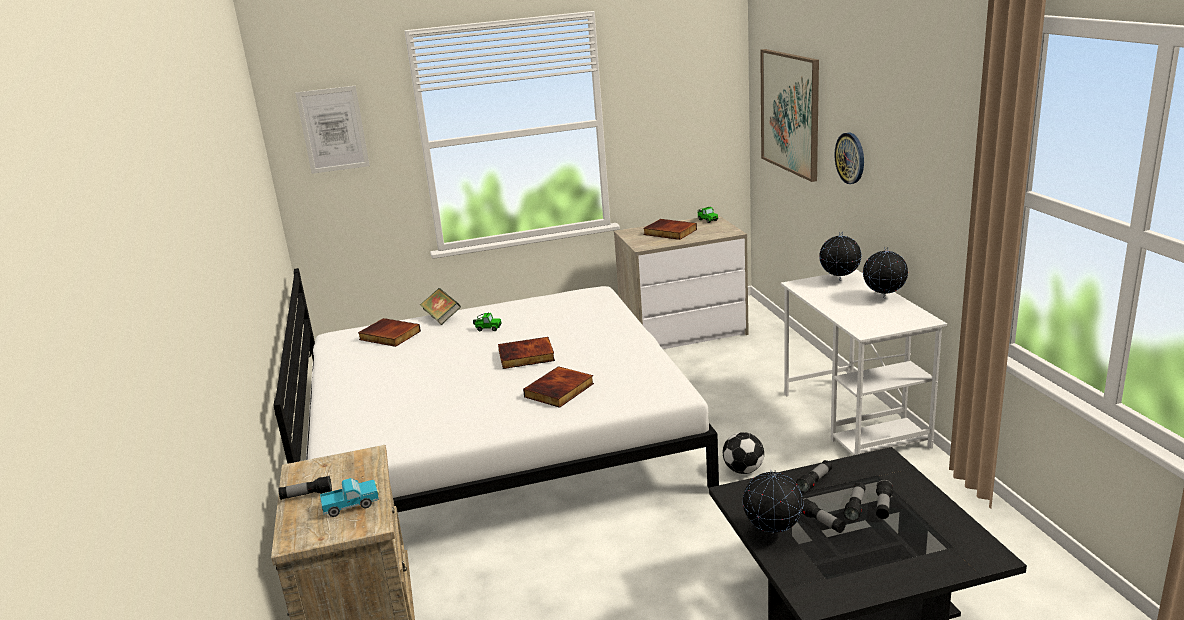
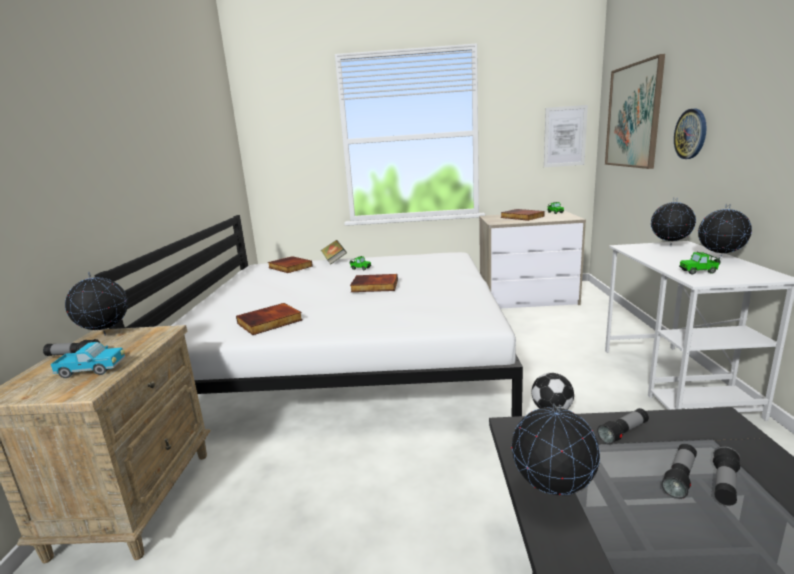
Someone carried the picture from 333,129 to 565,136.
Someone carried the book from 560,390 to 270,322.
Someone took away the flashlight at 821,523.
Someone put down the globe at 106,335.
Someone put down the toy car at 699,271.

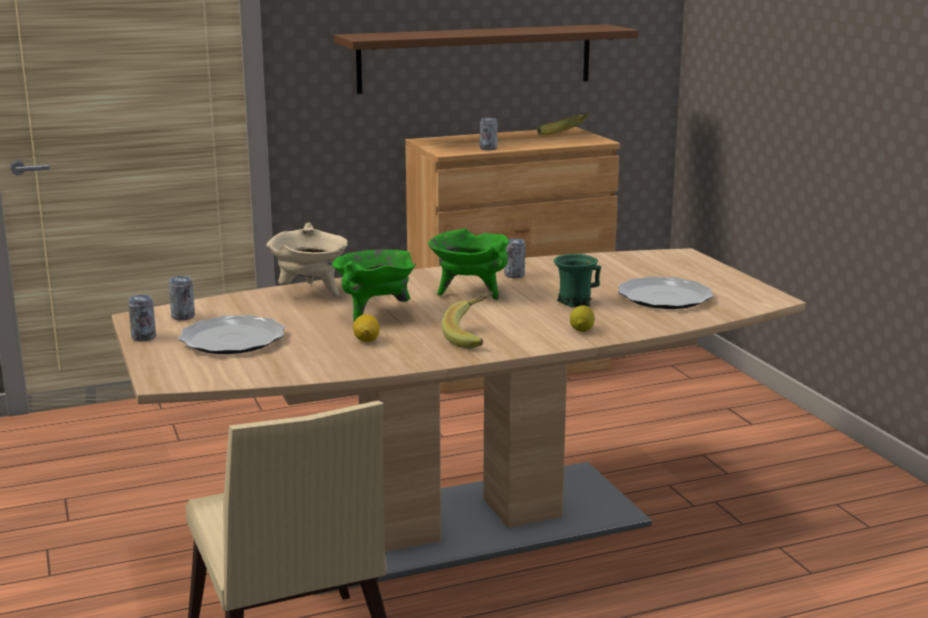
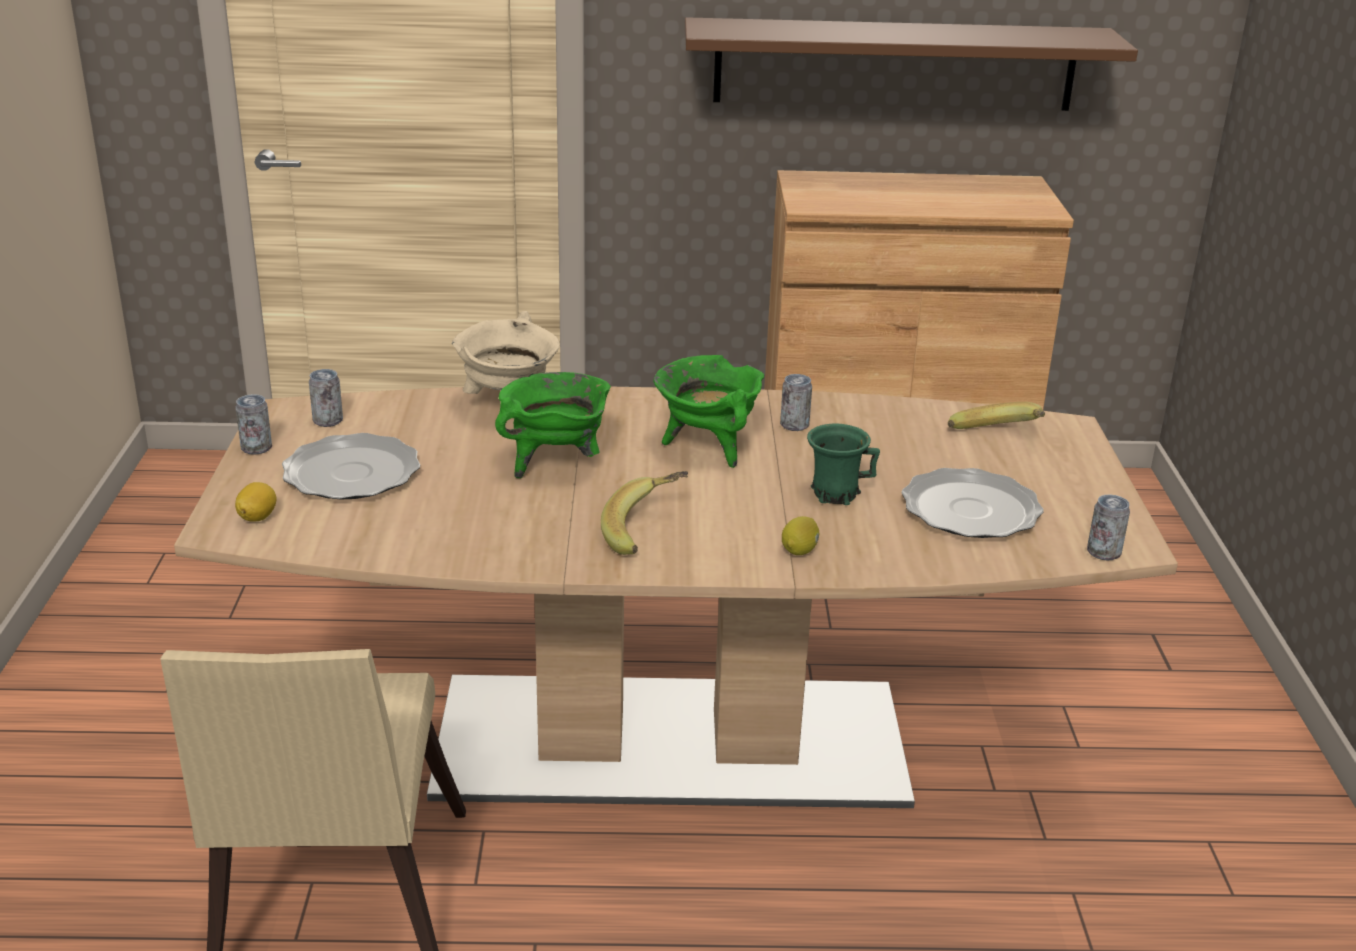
Someone carried the lemon from 366,340 to 257,517.
Someone carried the can from 488,148 to 1103,552.
Someone carried the banana from 564,136 to 998,438.

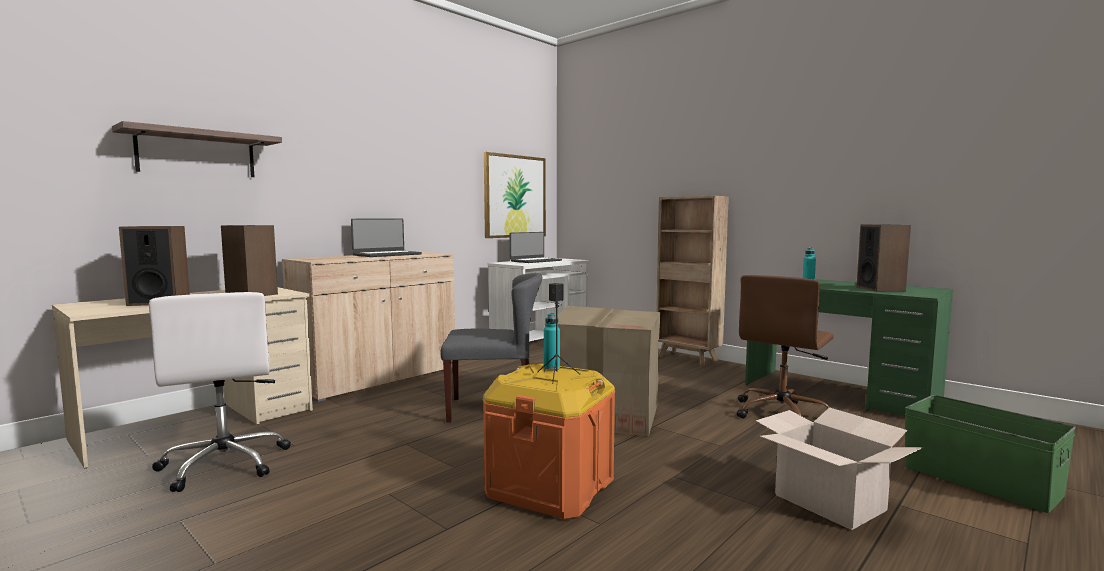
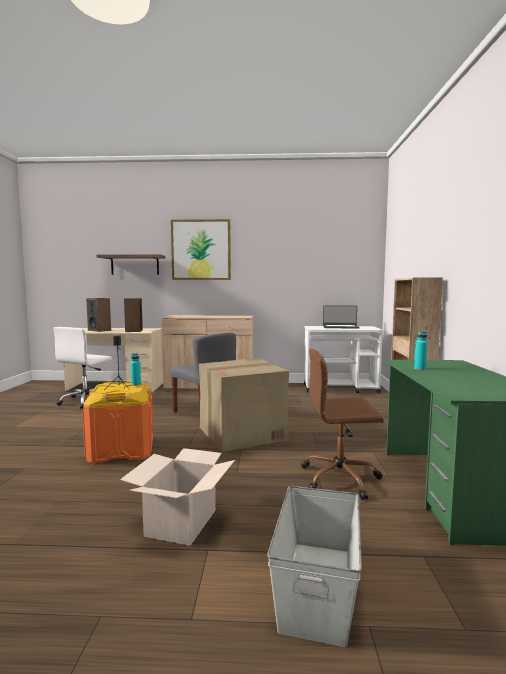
Someone took away the laptop at 387,254.
Someone carried the picture from 515,196 to 201,250.
Someone took away the speaker at 880,289.
Someone repainted the storage box (green) at 979,479, which became the storage box (grey) at 318,586.

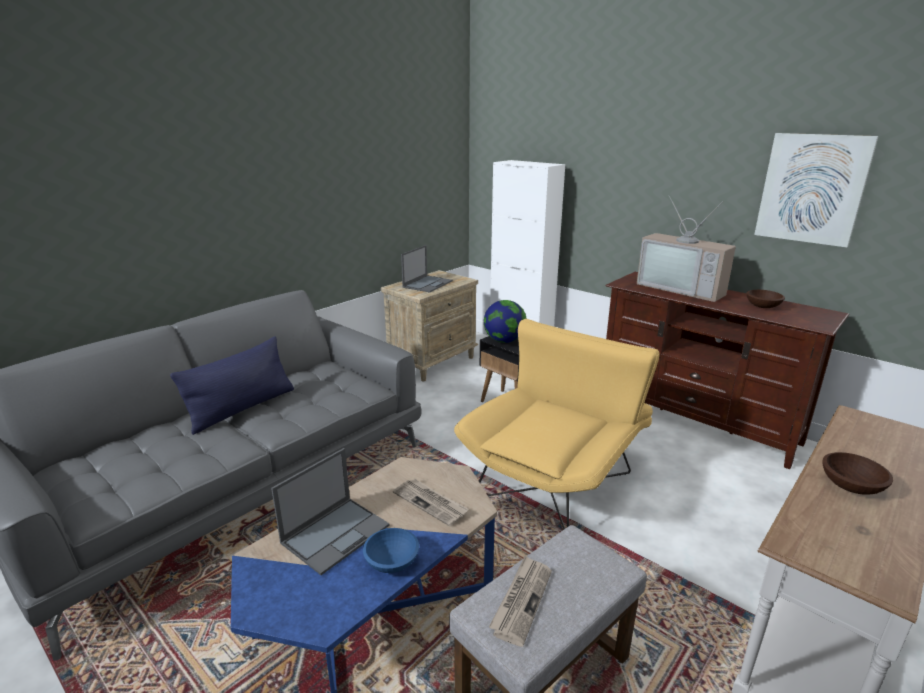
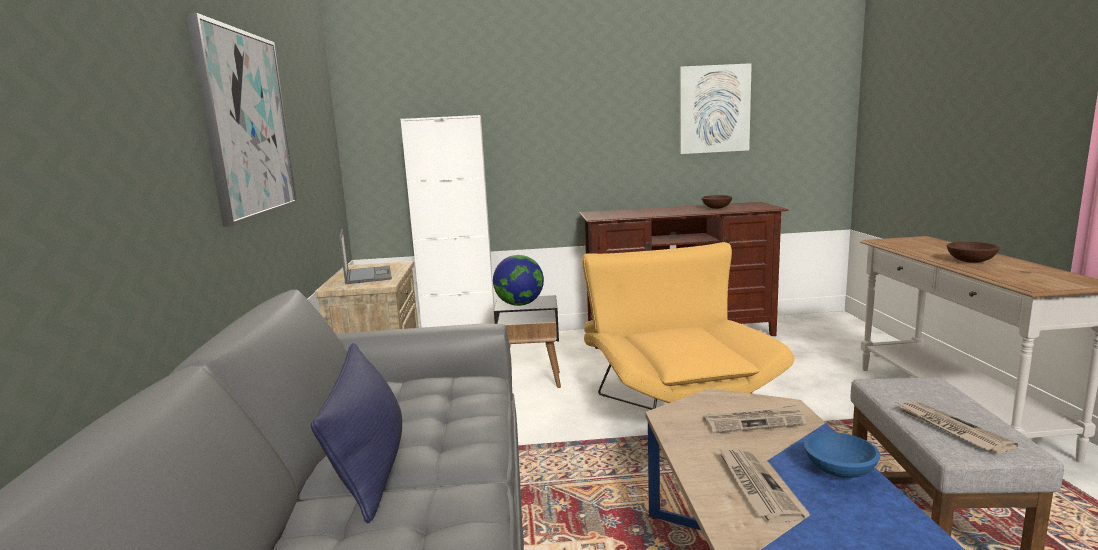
Someone swapped the laptop at 336,533 for the newspaper at 754,486.
Someone took away the television at 683,288.
Someone put up the picture at 247,124.

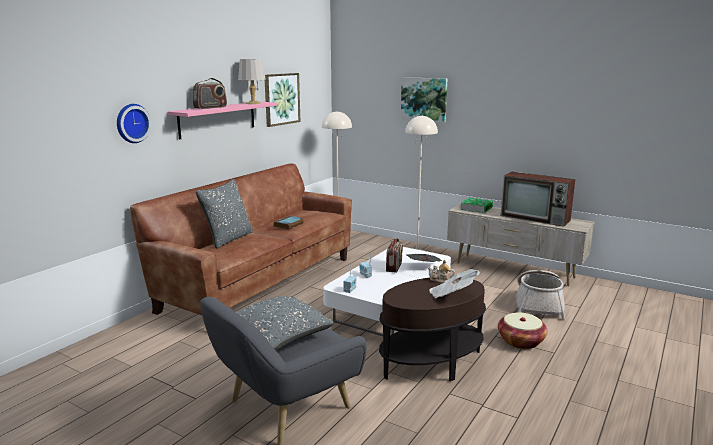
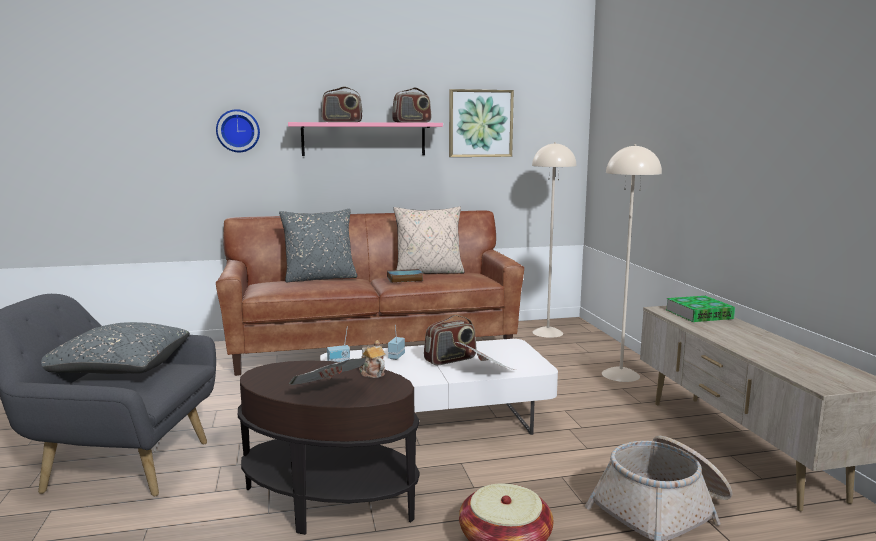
Someone swapped the table lamp (grey) at 253,103 for the radio at 412,122.
Someone took away the picture at 424,99.
Someone took away the television at 536,218.
Someone put down the pillow (beige) at 429,272.

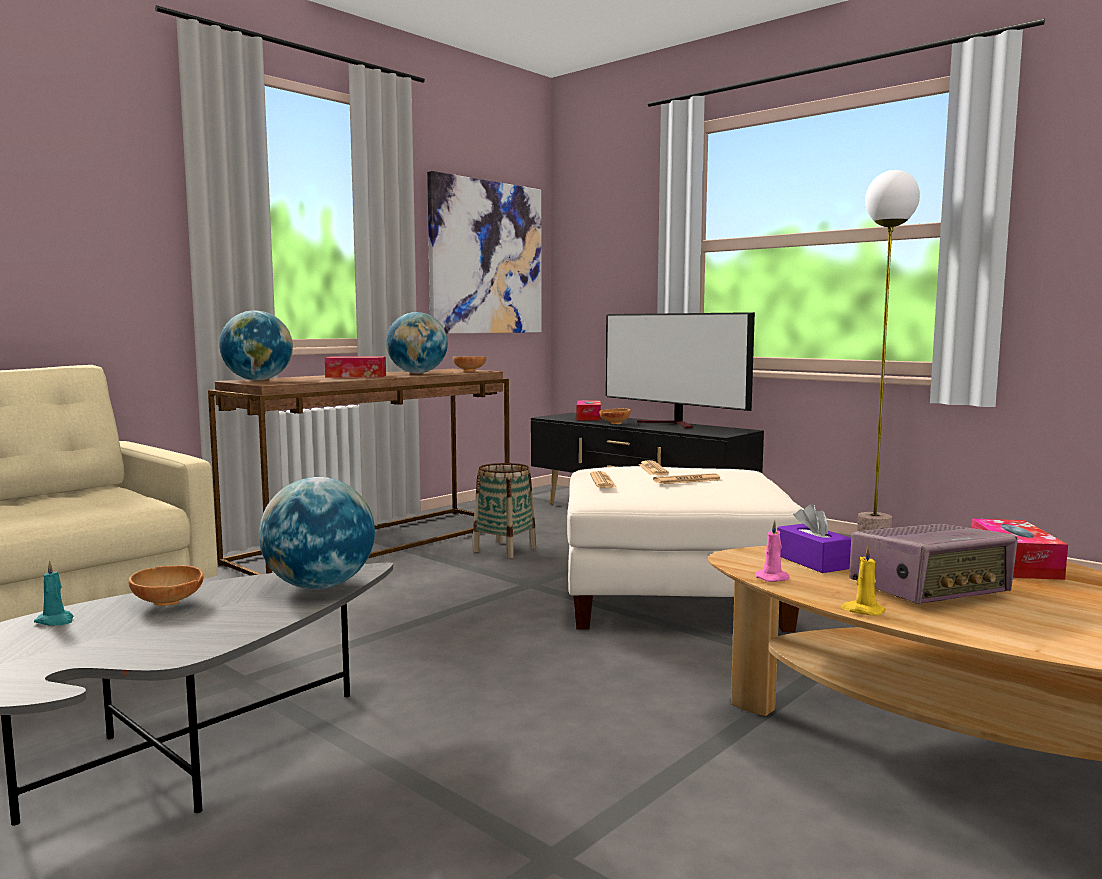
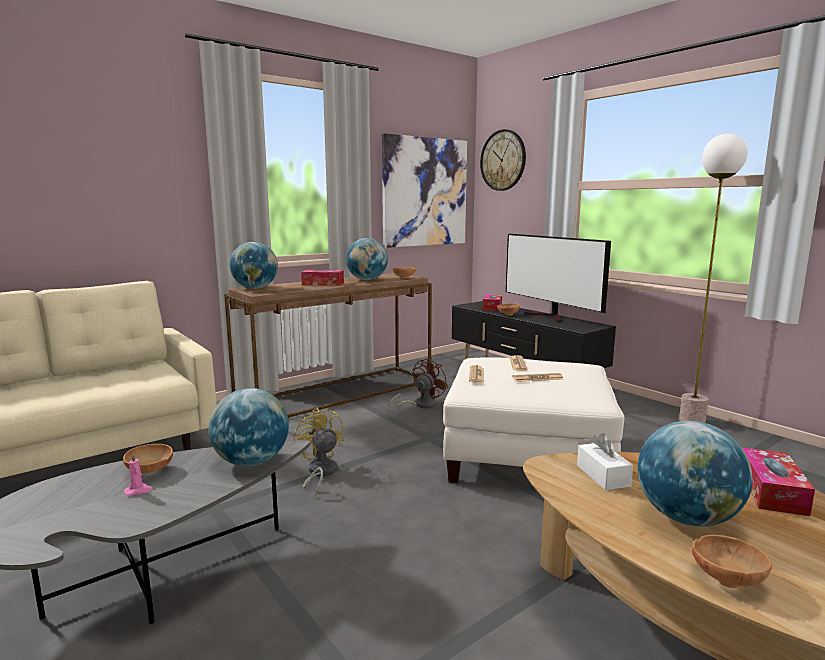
Someone took away the candle (turquoise) at 55,621.
Someone swapped the basket at 504,549 for the fan (brown) at 420,405.
Someone carried the candle (pink) from 773,578 to 139,491.
Someone repainted the tissue box (purple) at 812,562, which became the tissue box (white) at 602,475.
Someone took away the candle (yellow) at 862,610.
Someone swapped the radio at 929,589 for the globe at 687,518.
Someone put down the fan (yellow) at 320,473.
Someone put up the wall clock at 503,160.
Someone put down the bowl (brown) at 726,578.

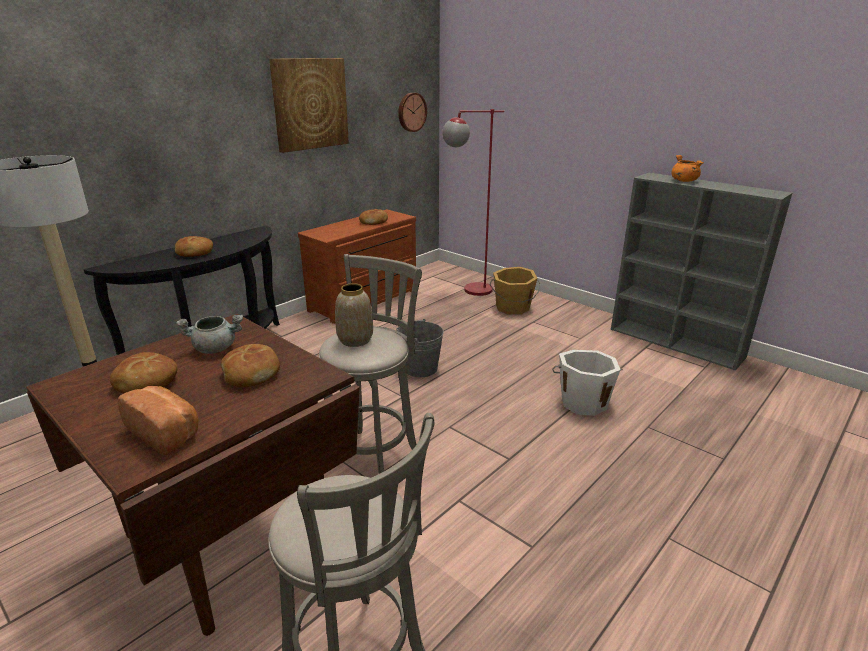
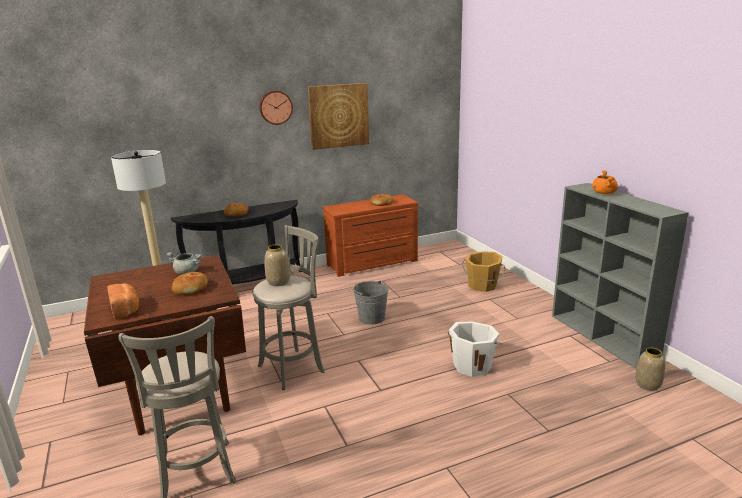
Someone took away the bread at 146,383.
Someone carried the wall clock from 411,112 to 275,107.
Someone took away the floor lamp (red) at 468,290.
Someone put down the vase at 647,385.

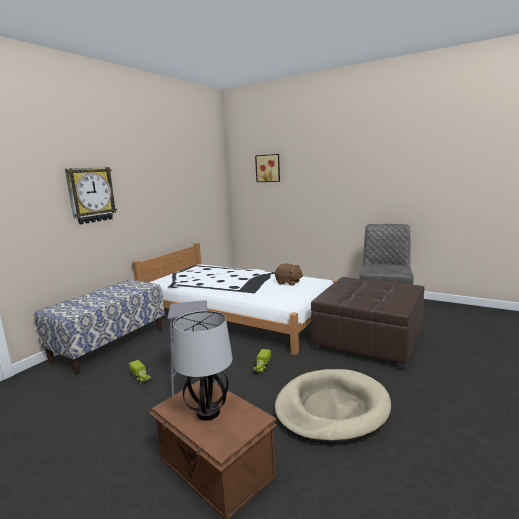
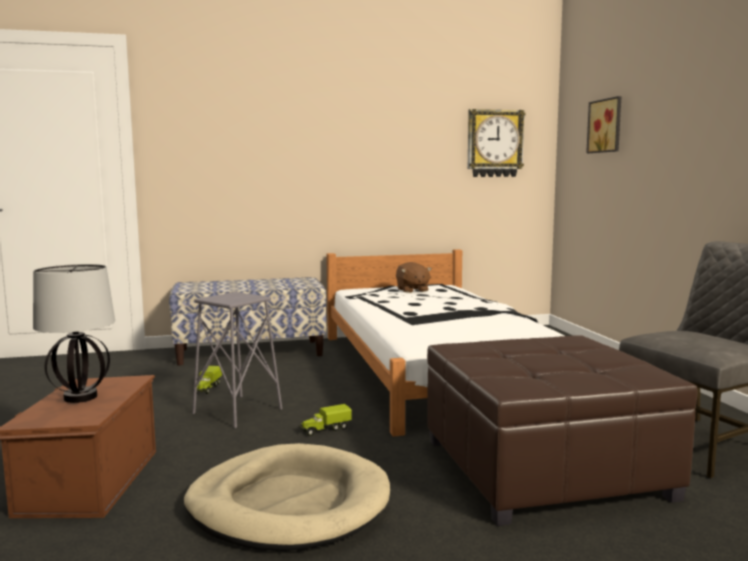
Someone carried the wall clock from 91,195 to 494,143.
Someone carried the plush toy (brown) from 288,282 to 412,290.

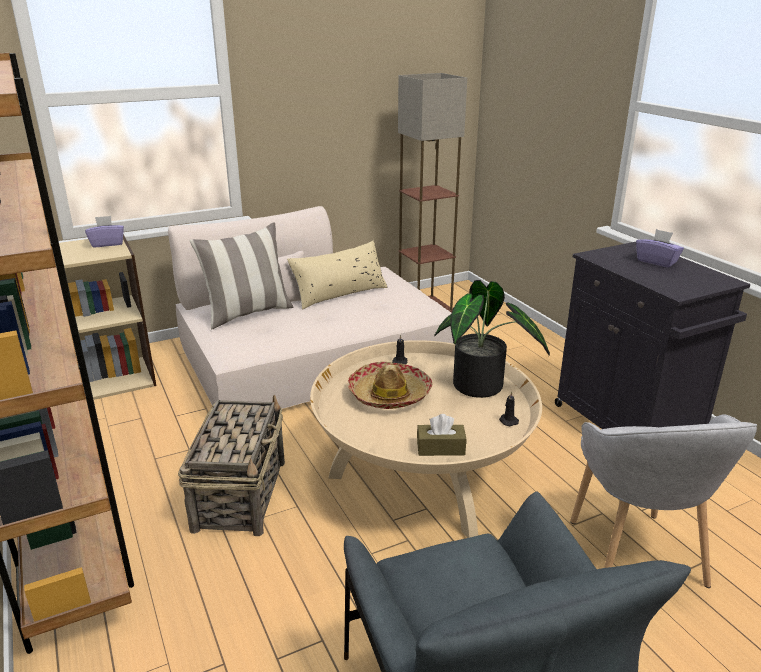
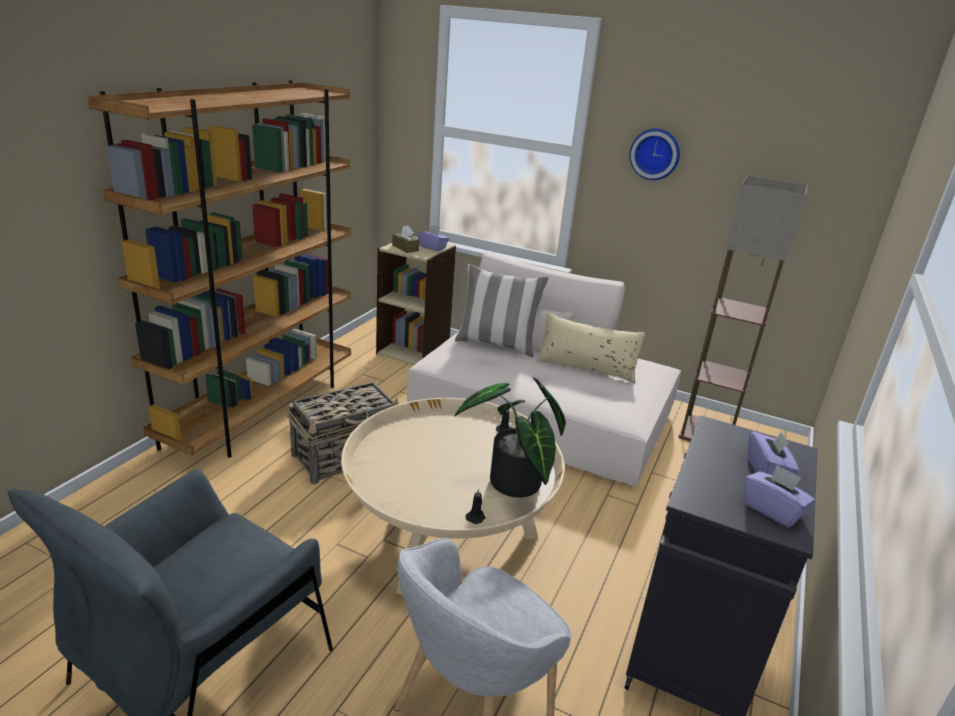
Someone took away the hat at 389,394.
Someone carried the tissue box (brown) from 440,448 to 405,248.
Someone put up the wall clock at 655,154.
Someone put down the tissue box (purple) at 772,510.

